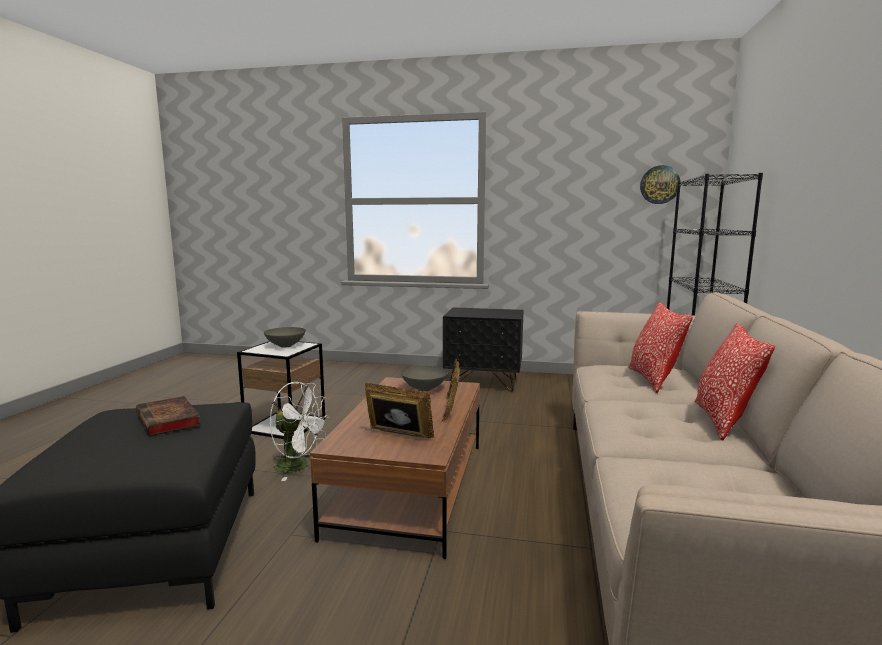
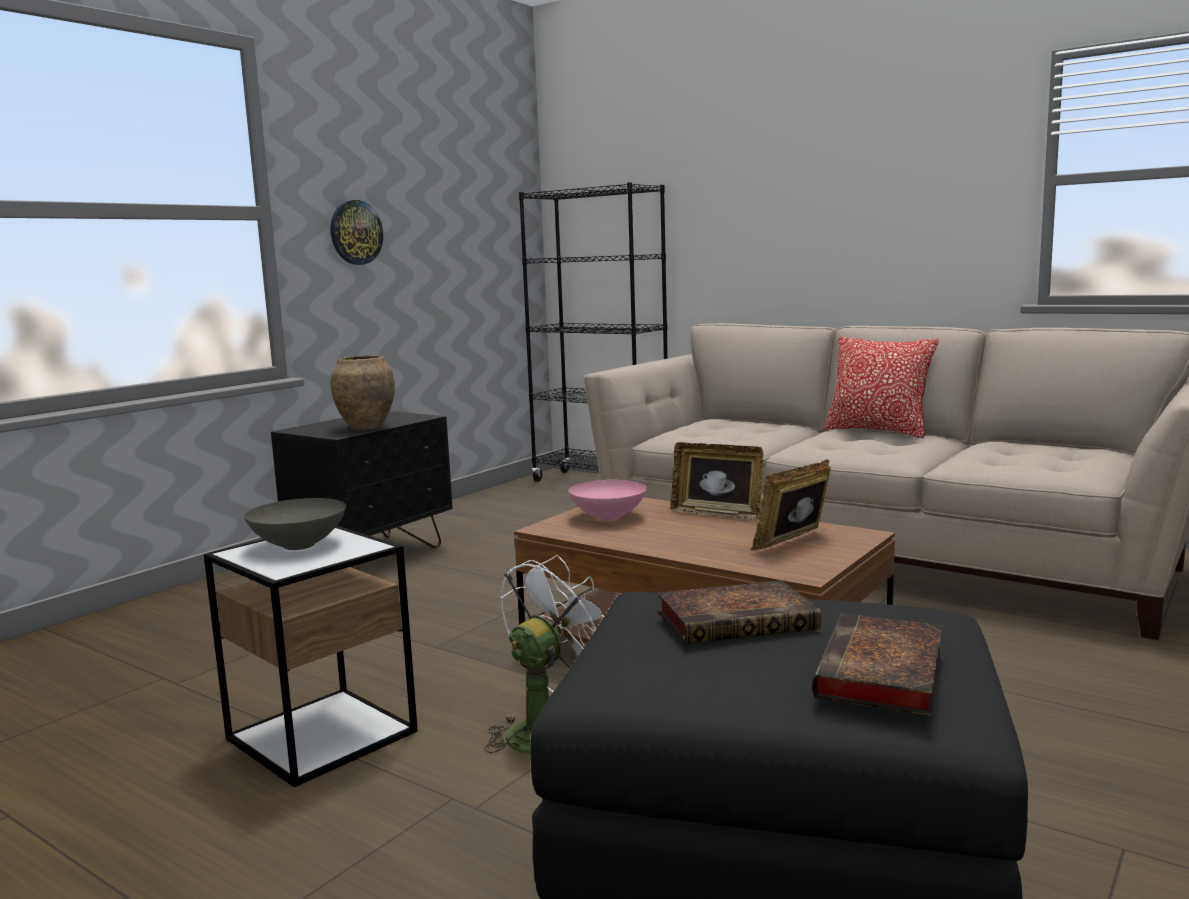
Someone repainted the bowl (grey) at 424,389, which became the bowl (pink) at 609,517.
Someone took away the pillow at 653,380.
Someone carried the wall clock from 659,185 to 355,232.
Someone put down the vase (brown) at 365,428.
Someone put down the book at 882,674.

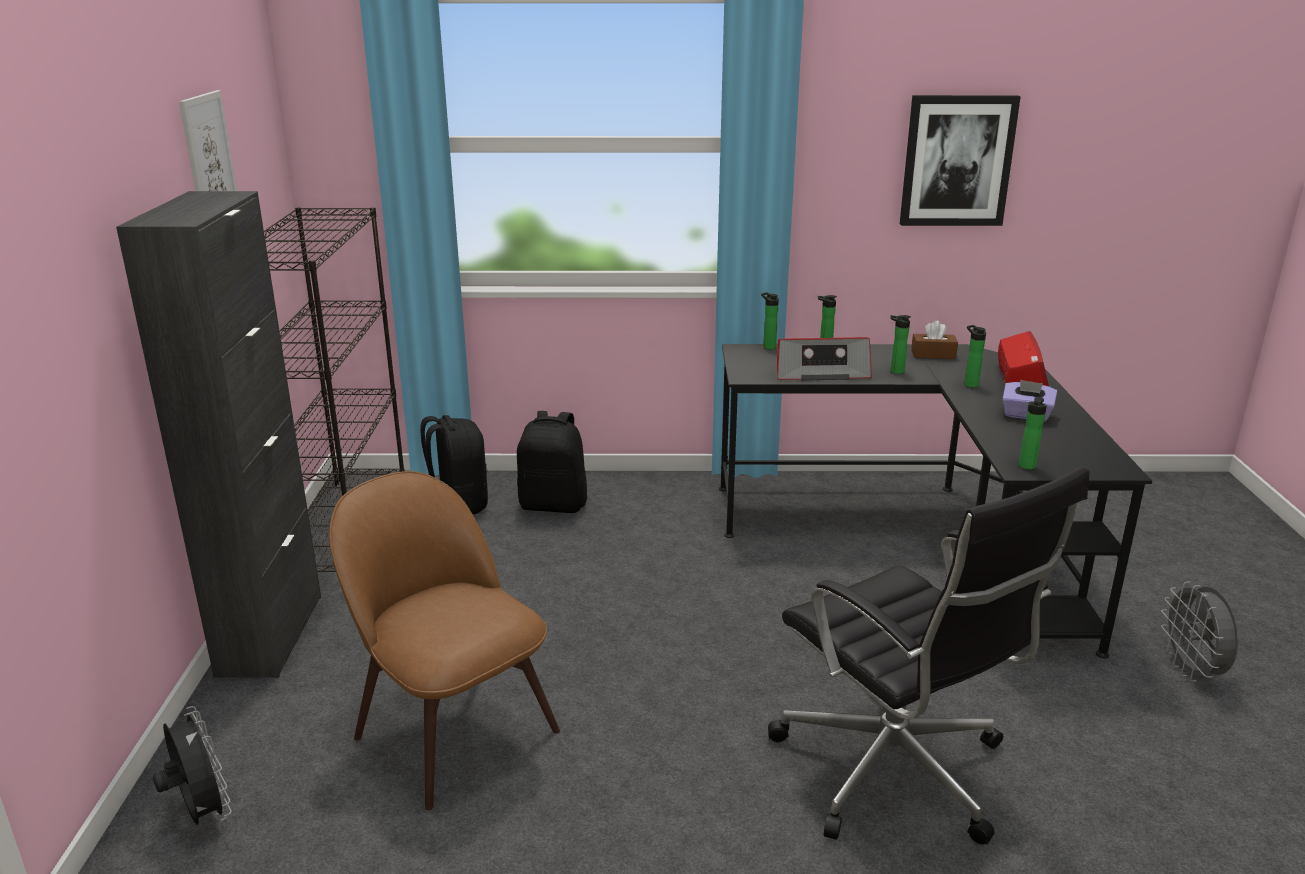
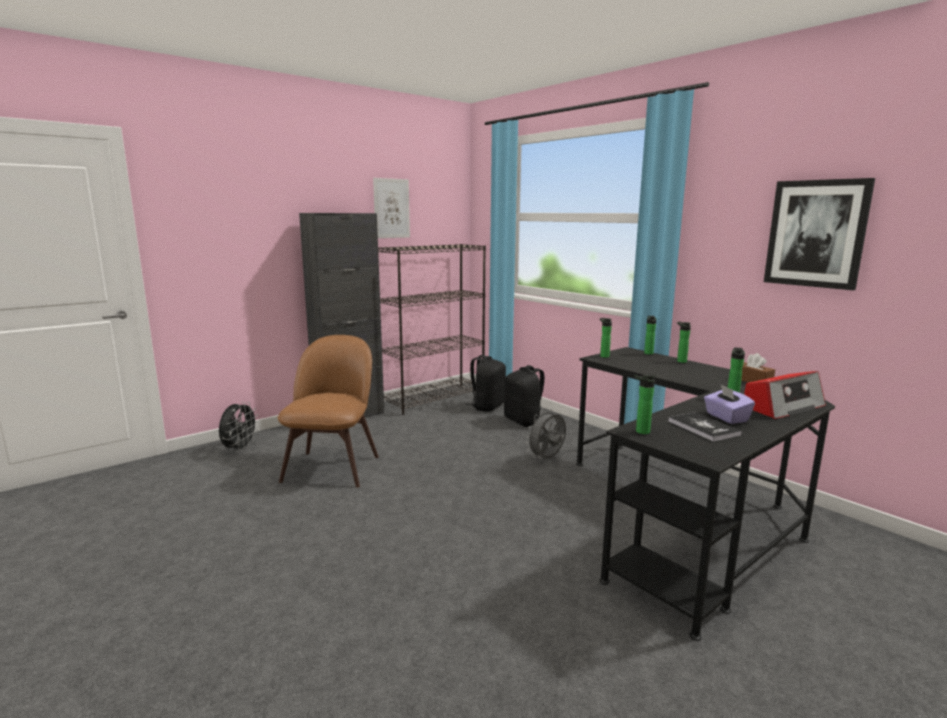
Someone took away the office chair (black) at 895,772.
Someone took away the radio at 820,372.
Someone carried the bottle from 895,371 to 603,356.
Someone carried the fan (grey) from 1192,671 to 547,458.
Someone put down the book at 703,428.

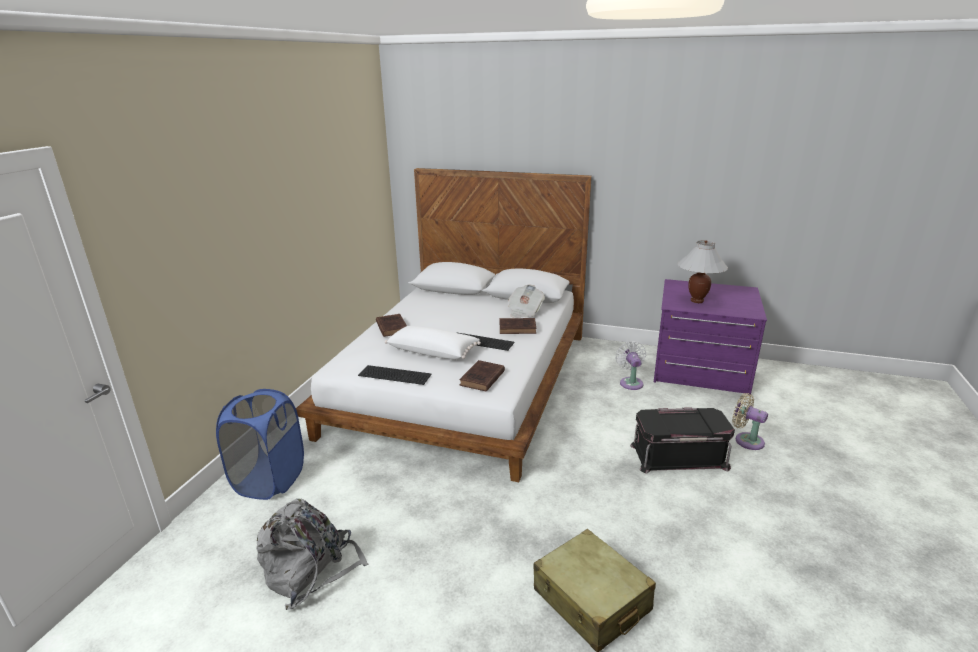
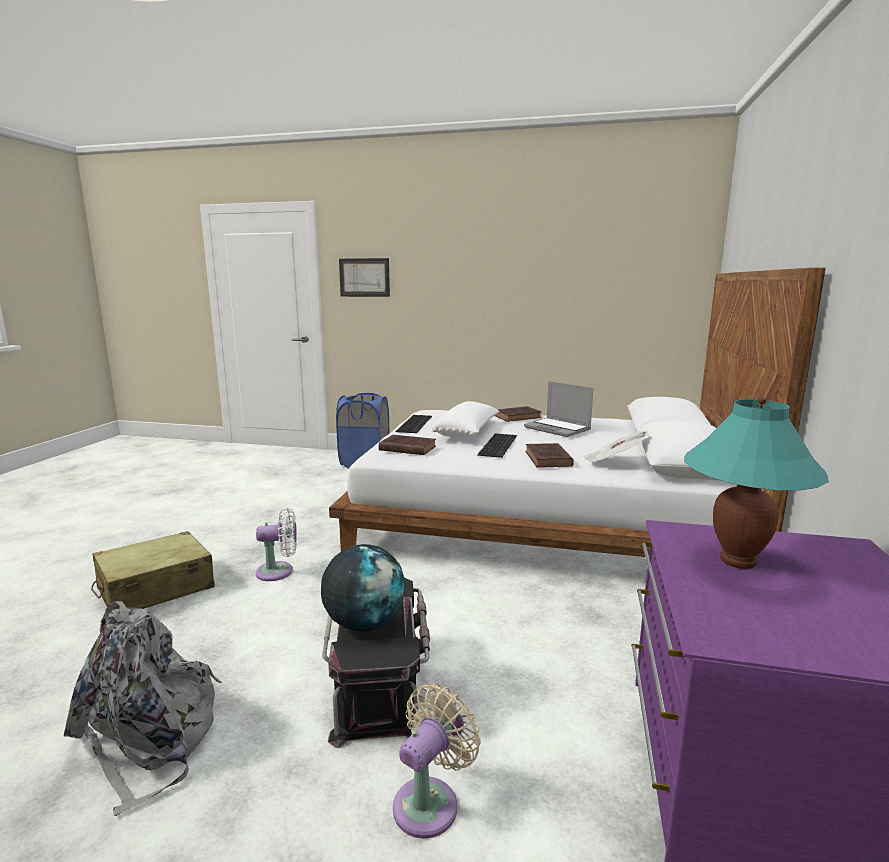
Someone carried the backpack (grey) from 311,570 to 150,737.
Someone carried the fan (white) from 630,382 to 279,571.
Someone repainted the table lamp (white) at 697,301, which became the table lamp (turquoise) at 738,561.
Someone put down the globe at 364,623.
Someone put up the picture at 364,277.
Someone put down the laptop at 558,428.

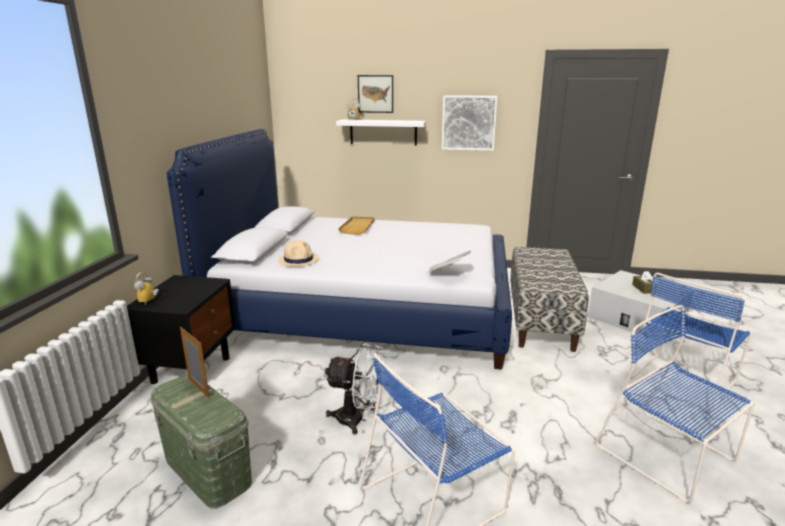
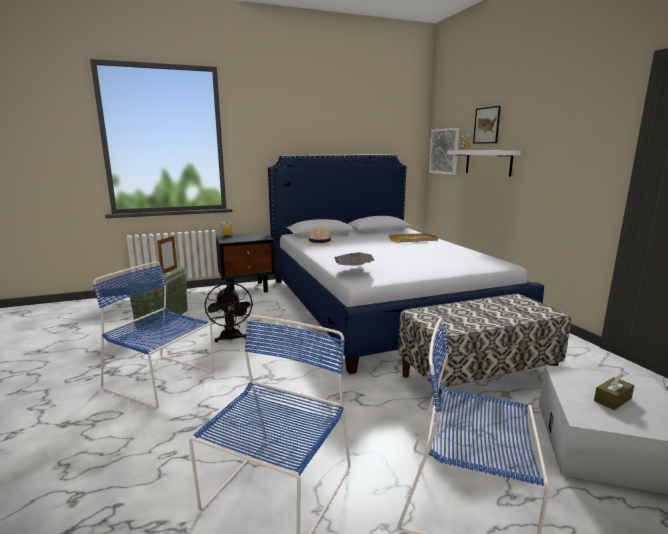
Someone repainted the fan (white) at 357,419, which became the fan (black) at 231,339.
Someone carried the picture from 468,123 to 444,151.

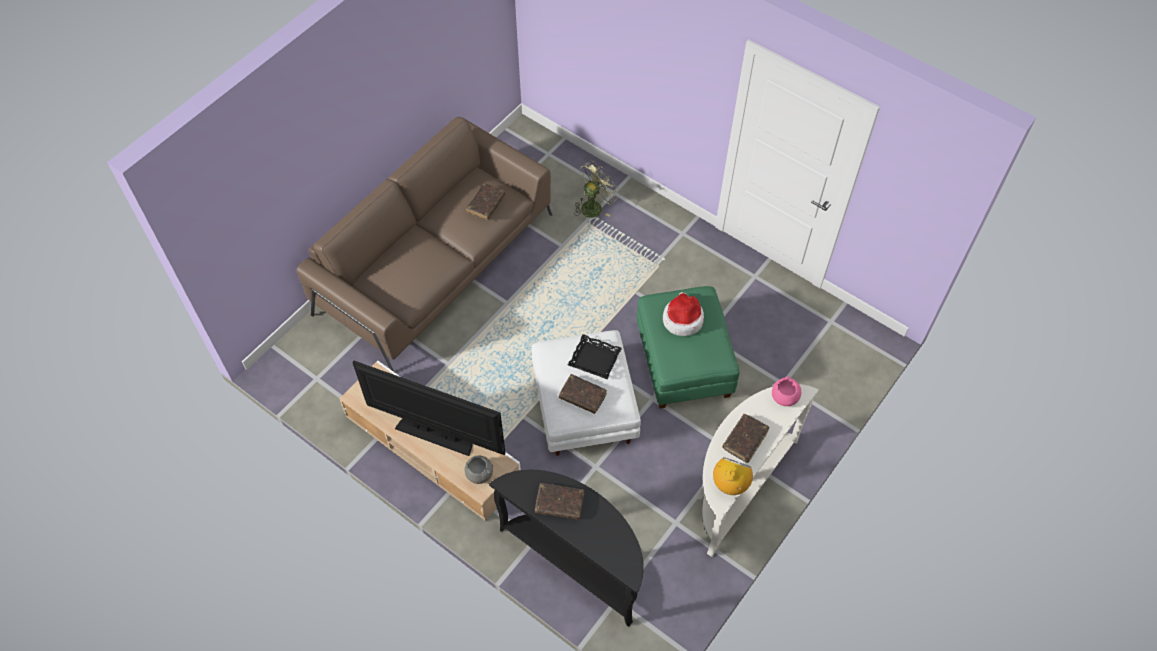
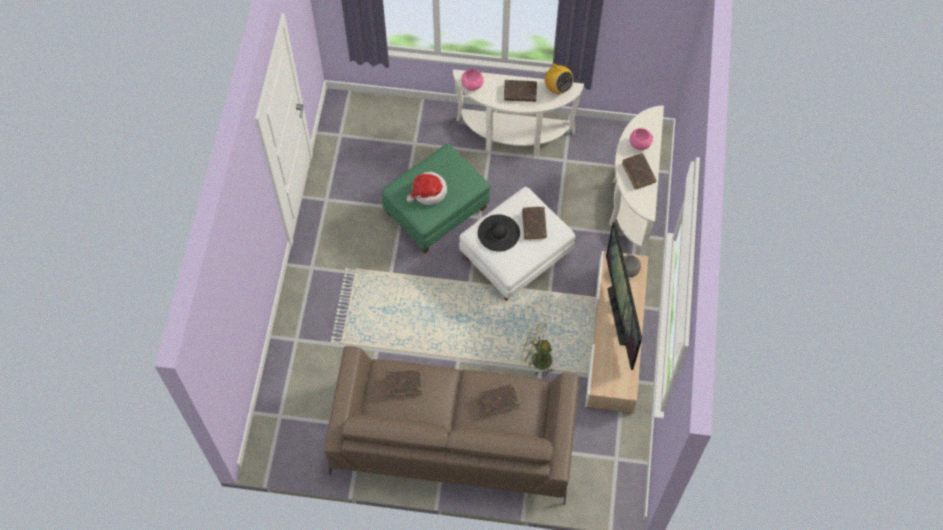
Someone repainted the console table (black) at 576,560, which became the console table (white) at 631,203.
Someone swapped the tray (black) at 594,359 for the hat (black) at 498,233.
Someone carried the fan (green) from 594,206 to 536,359.
Someone rotated the radio at 730,484 by 120 degrees counterclockwise.
Someone put down the book (brown) at 499,401.
Someone put down the bowl (pink) at 639,144.

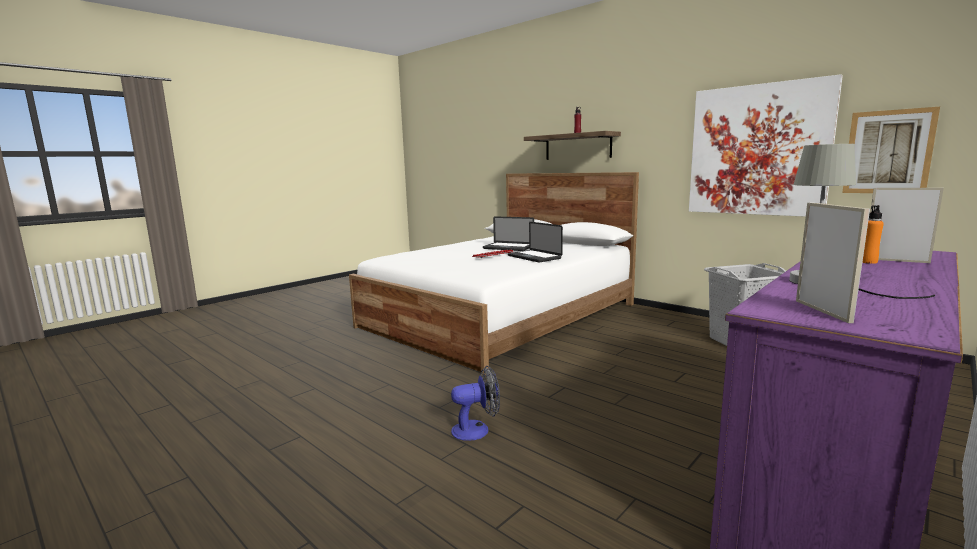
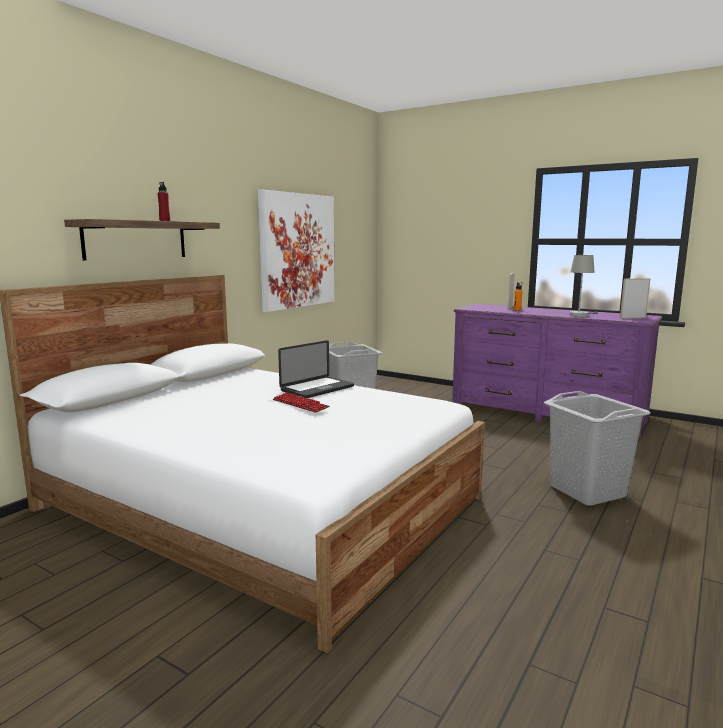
Someone swapped the fan at 477,429 for the laundry basket (grey) at 587,491.
Someone took away the laptop at 508,247.
Someone took away the picture at 888,152.

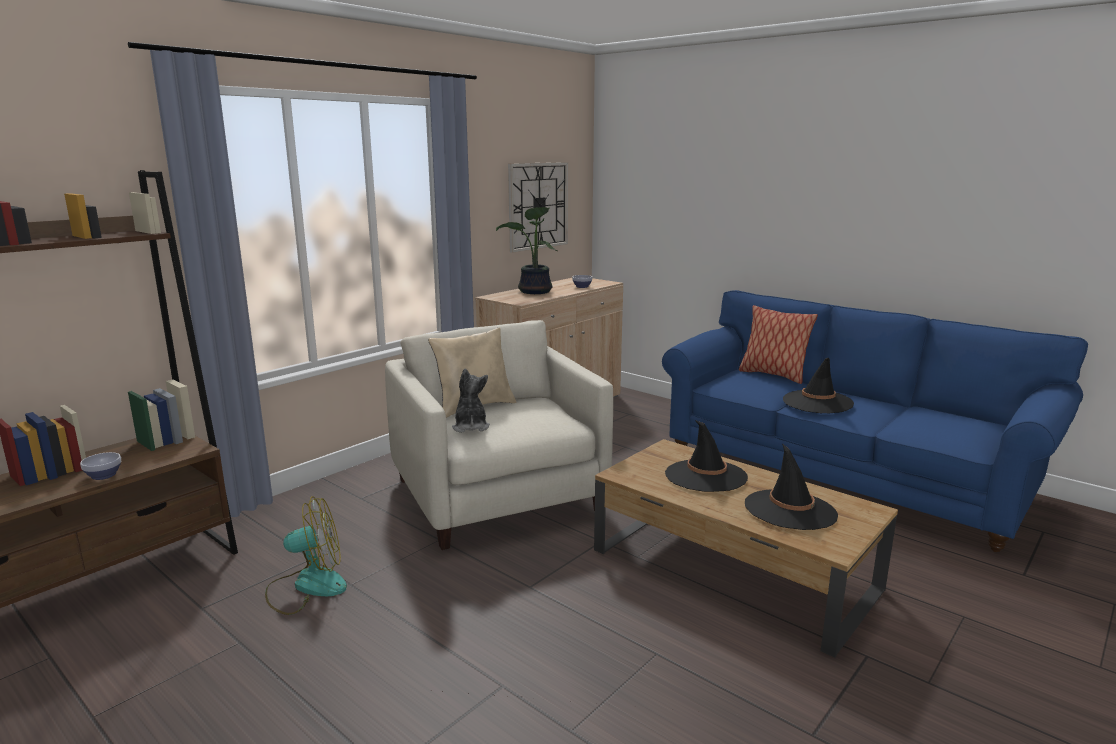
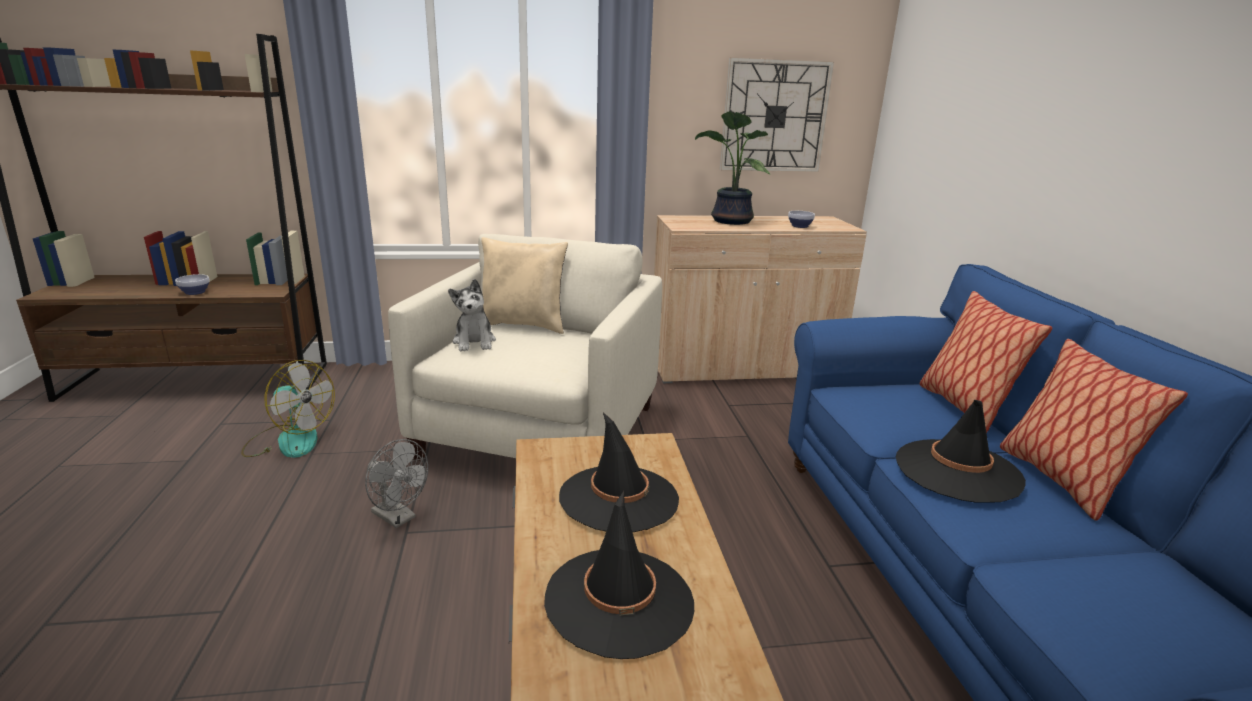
Someone rotated the plush toy at 470,427 by 135 degrees clockwise.
Someone put down the fan (grey) at 398,518.
Someone put down the pillow at 1060,480.

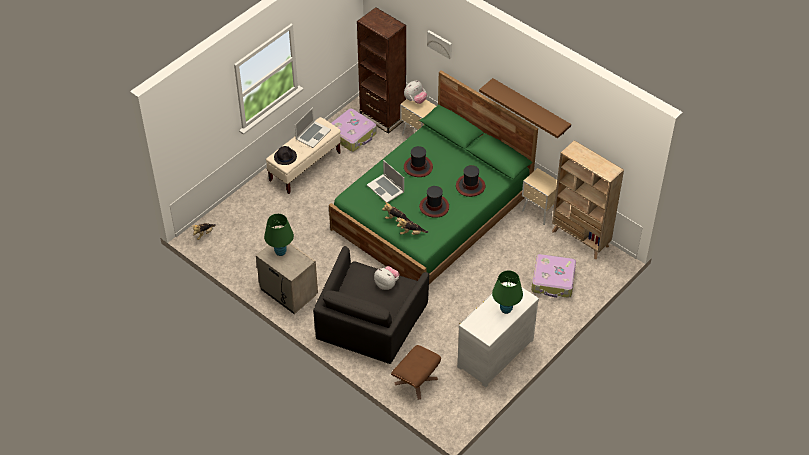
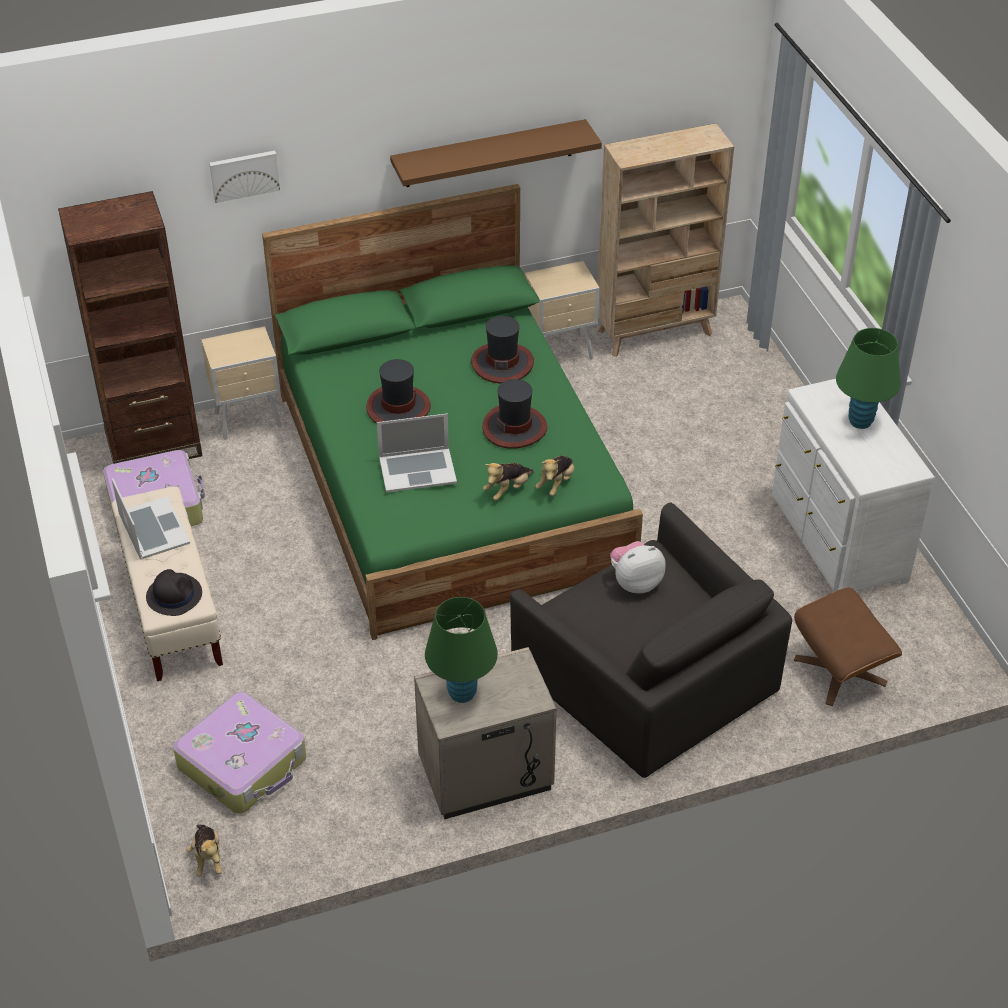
Someone took away the plush toy at 415,100.
Someone carried the suitcase from 553,281 to 244,763.

